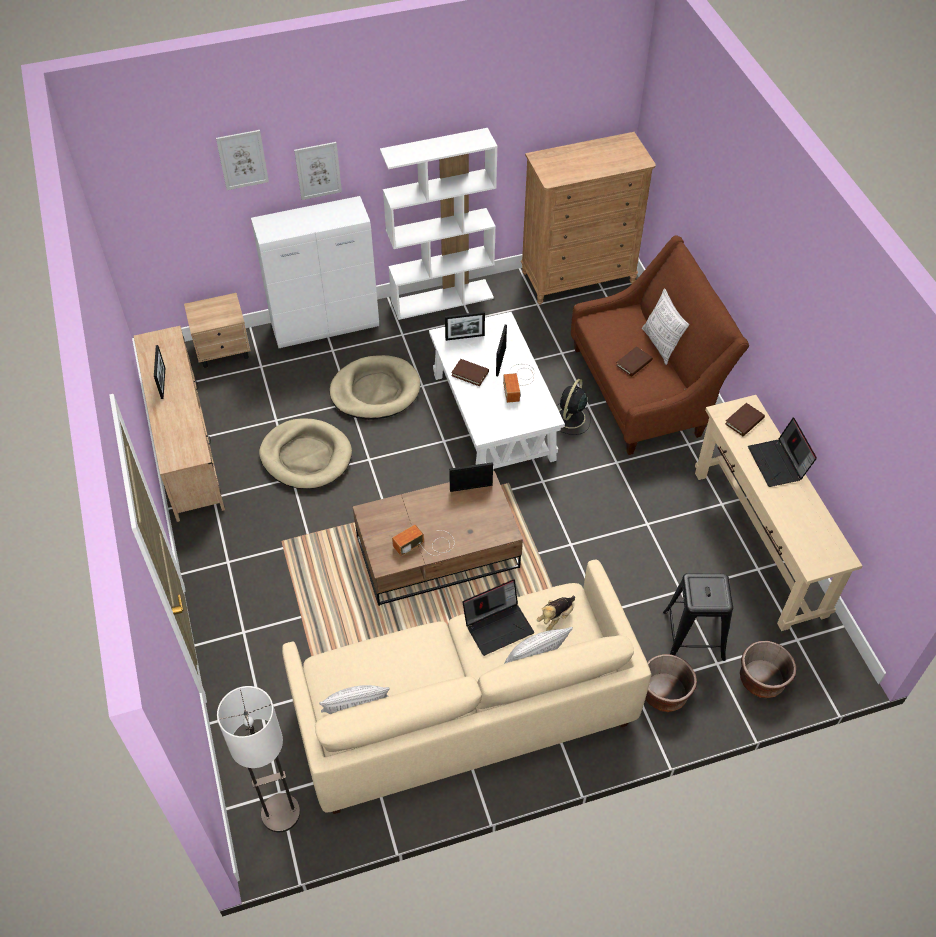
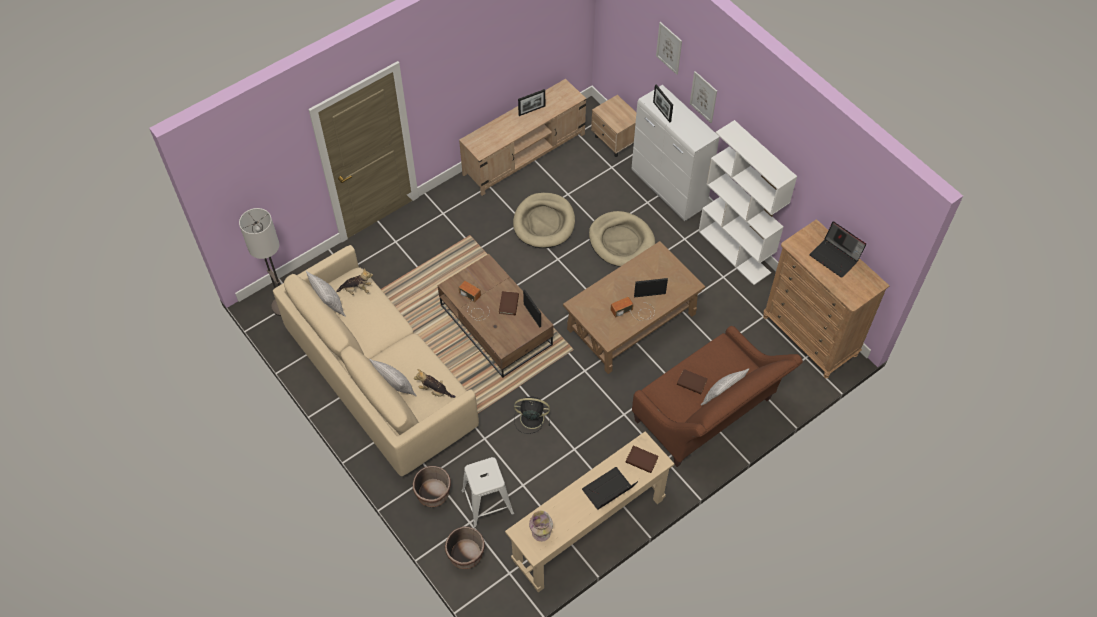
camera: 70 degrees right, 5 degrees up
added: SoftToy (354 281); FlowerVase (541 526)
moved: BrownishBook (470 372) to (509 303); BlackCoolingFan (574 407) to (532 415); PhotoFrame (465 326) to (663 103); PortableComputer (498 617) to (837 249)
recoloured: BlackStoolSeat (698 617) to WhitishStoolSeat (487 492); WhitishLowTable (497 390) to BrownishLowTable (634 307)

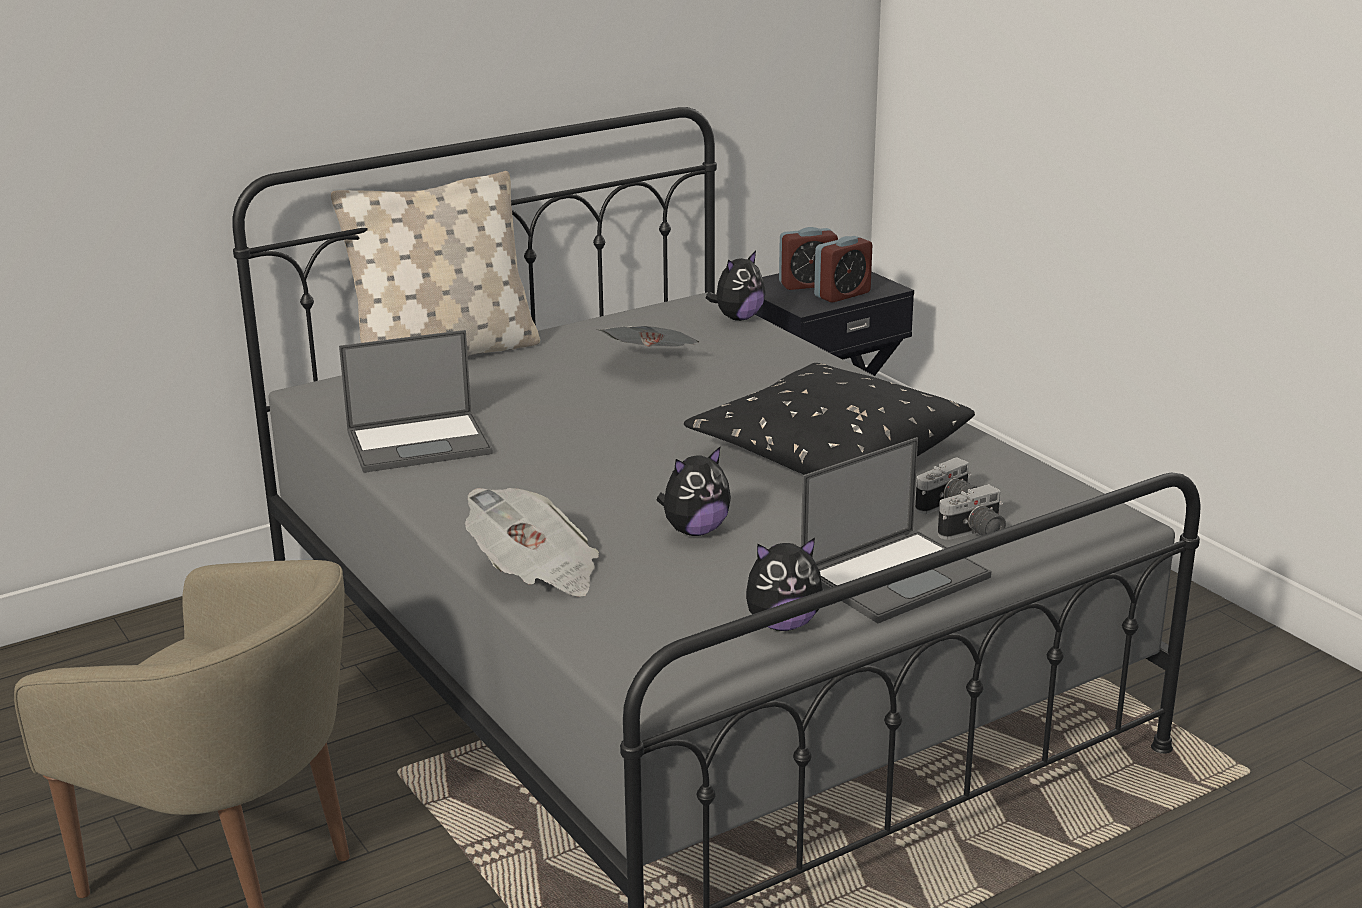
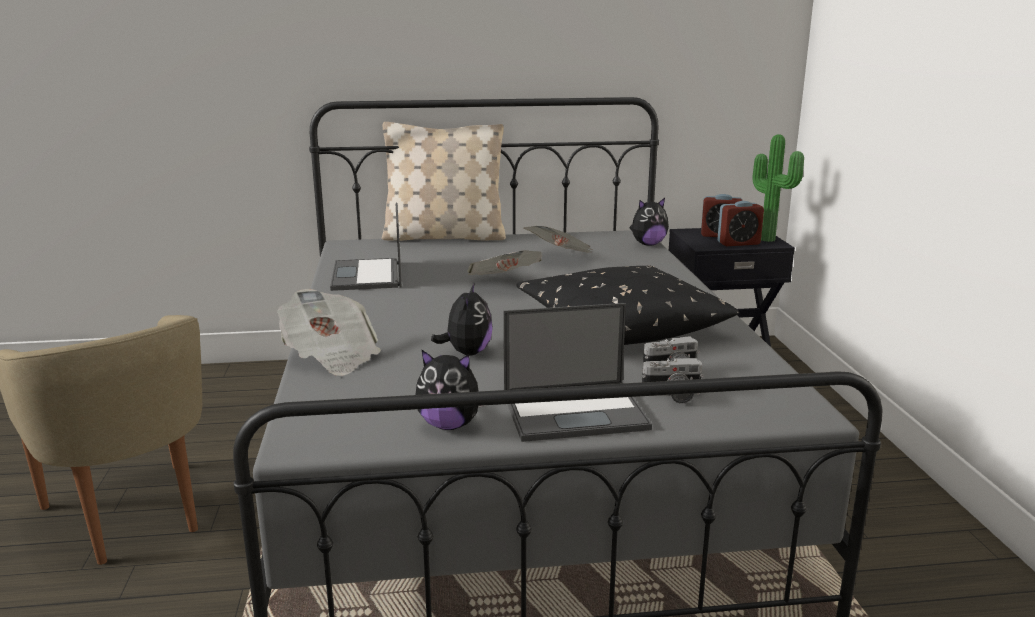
camera: 25 degrees right, 5 degrees down
added: PrintedPaper (504 262); PlantInAPot (778 188)
turned: PortableComputer (416 401) = (366 247) 75 degrees clockwise; SoftToy (694 491) = (461 318) 75 degrees counterclockwise

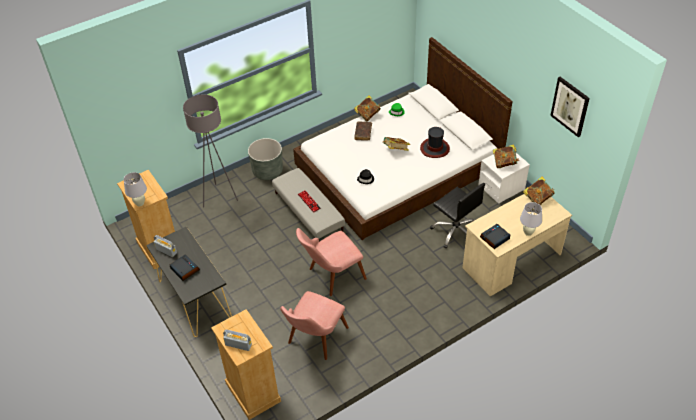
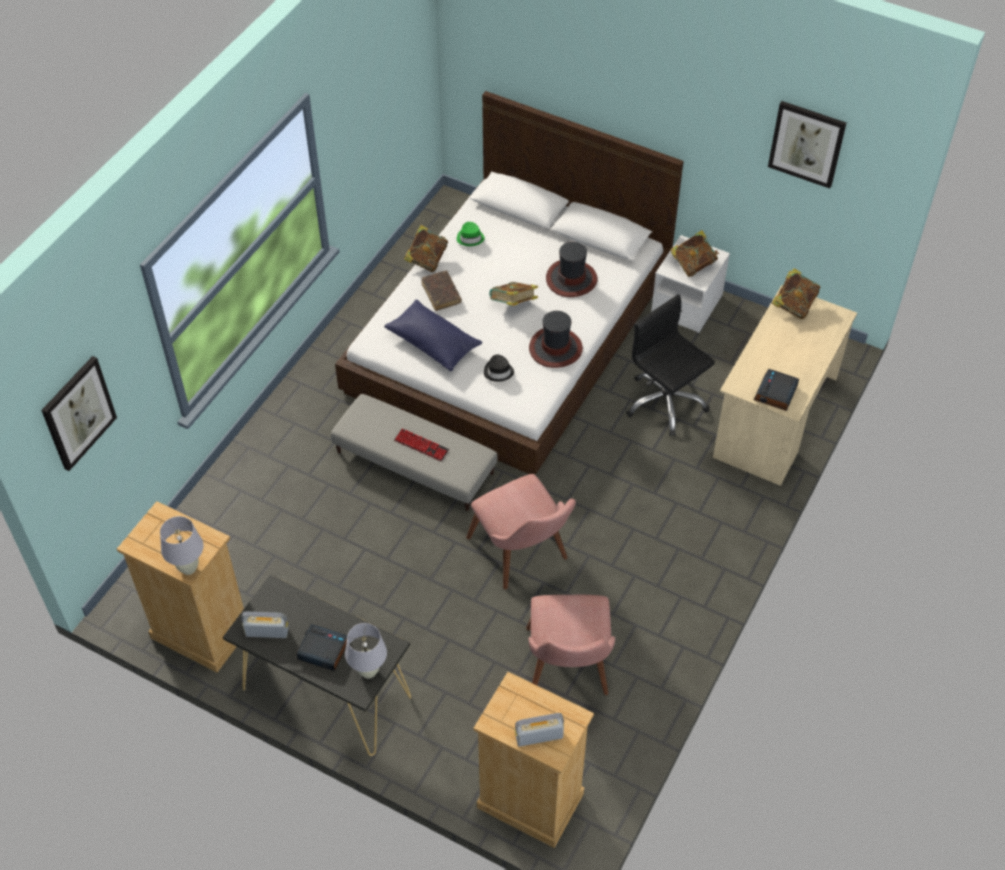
camera: 30 degrees left, 5 degrees up
removed: GrayFloorLamp (210 150); GrayPlanter (265 159)
added: Picture (79 413); BlueColouredPillow (433 335); ClothingHat (556 339)
moved: WhitishTableLamp (531 219) to (366 651)
turned: PinkChair (331 262) = (521 531) 60 degrees counterclockwise; BlackOfficeChair (457 216) = (670 365) 150 degrees counterclockwise

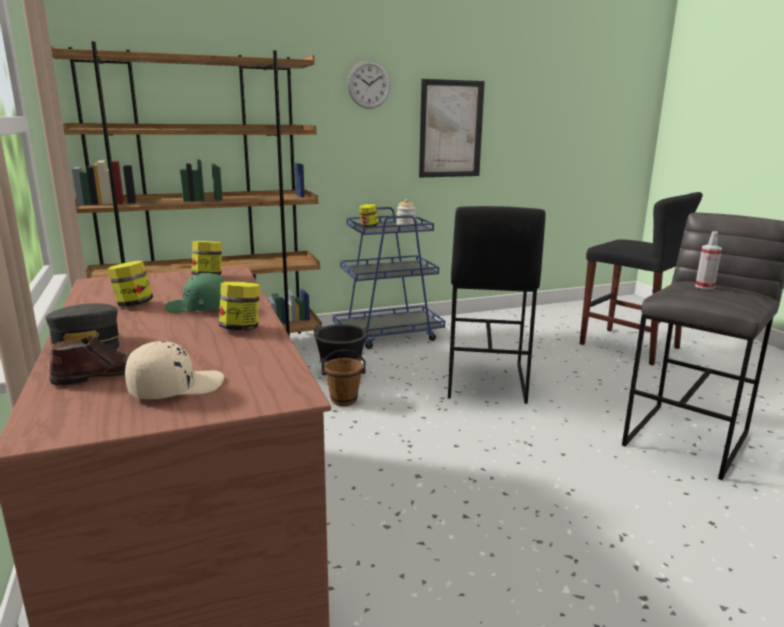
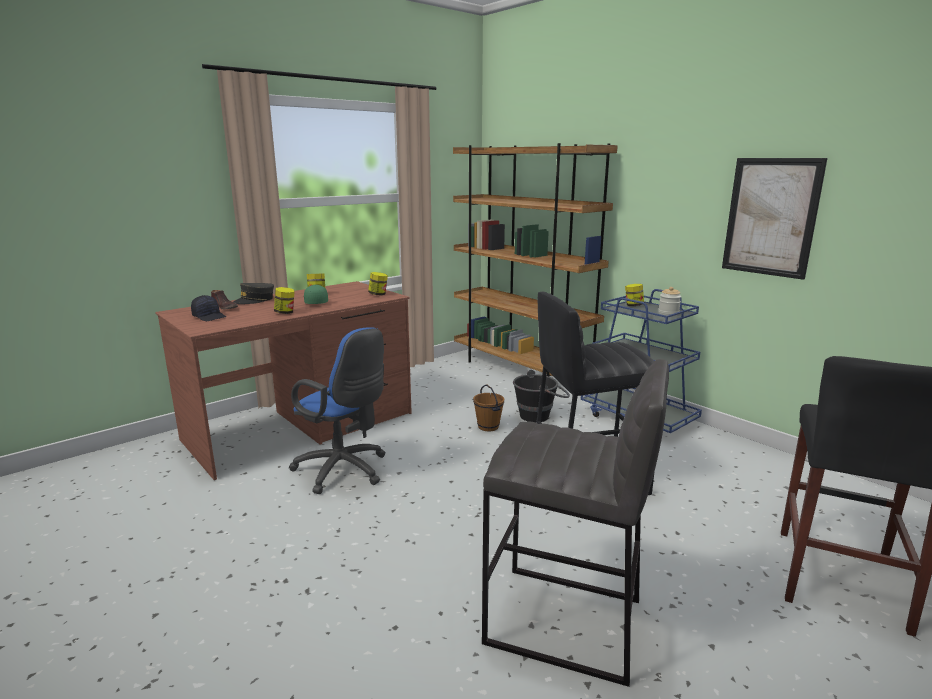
camera: 70 degrees right, 0 degrees up
removed: WallClock (368 84); Sprayer (708 260)
added: BlueColouredOfficeChair (337 410)
recoloured: SandColouredCap (174 370) to BlackCap (208 308)

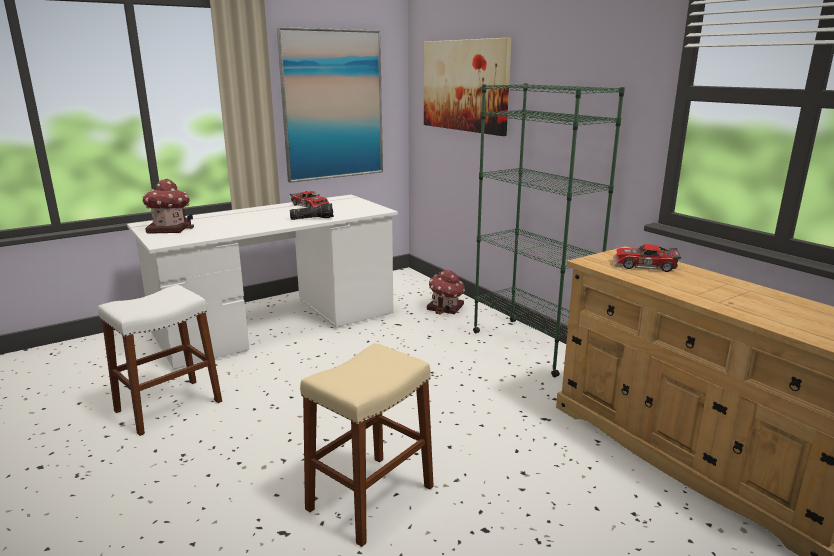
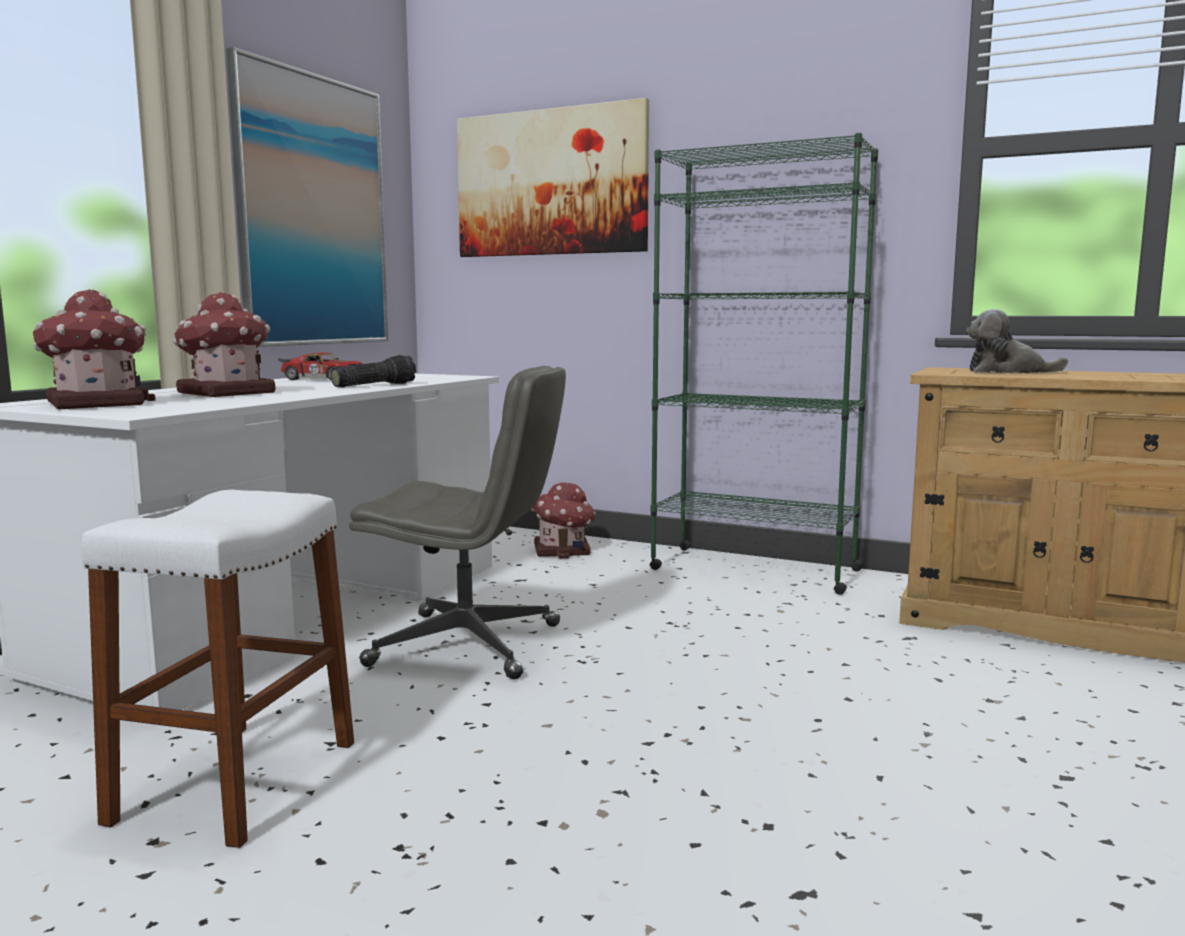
camera: 30 degrees left, 10 degrees down
removed: SandColouredStoolSeat (367 445)
added: MiniatureHouse (224 344); GrayOfficeChair (457 522)
replaced: ToyCar (647 258) to SoftToy (1017 341)

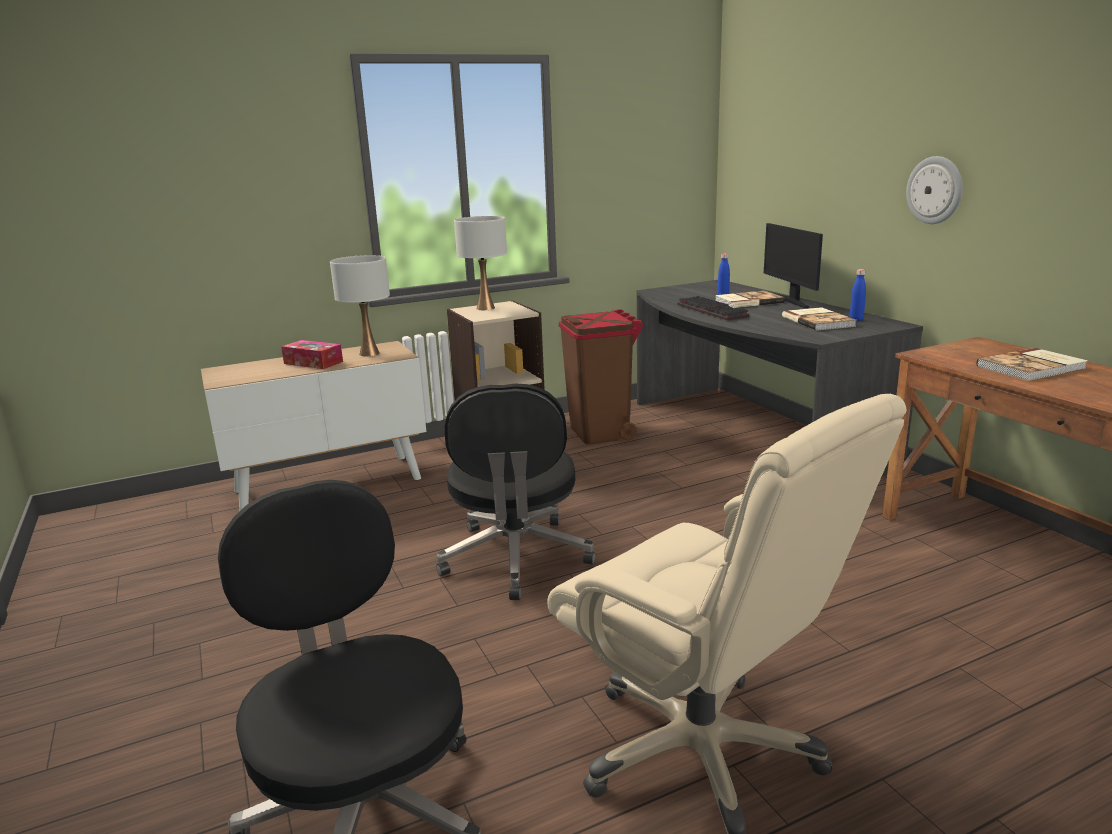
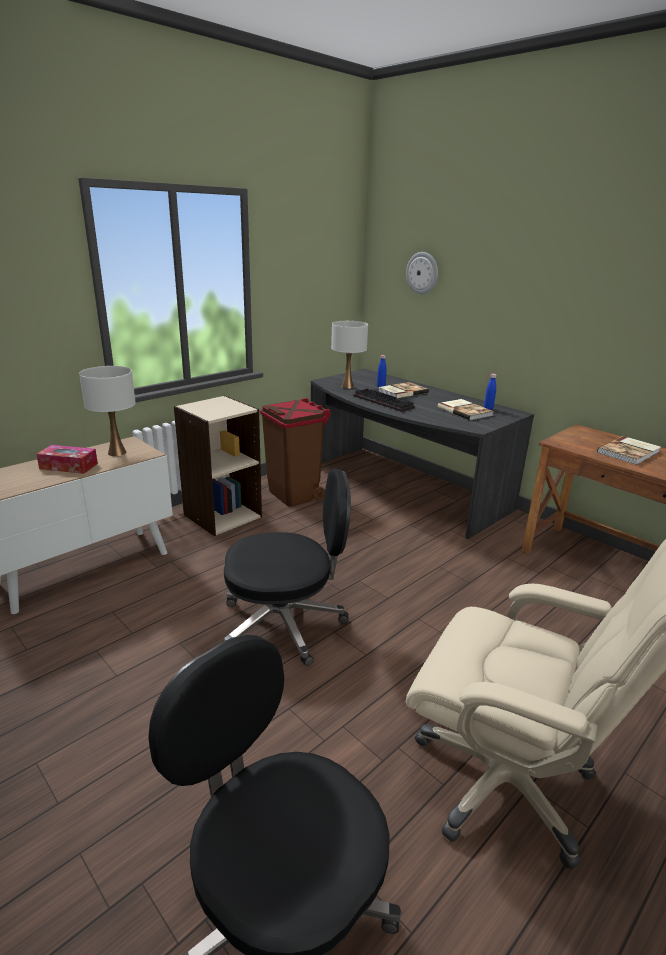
camera: 20 degrees left, 5 degrees up
removed: Monitor (793 265)
moved: WhitishTableLamp (480 263) to (349 355); WallClock (934 190) to (422 273)
turned: BlackOfficeChair (515 491) = (287 567) 75 degrees counterclockwise

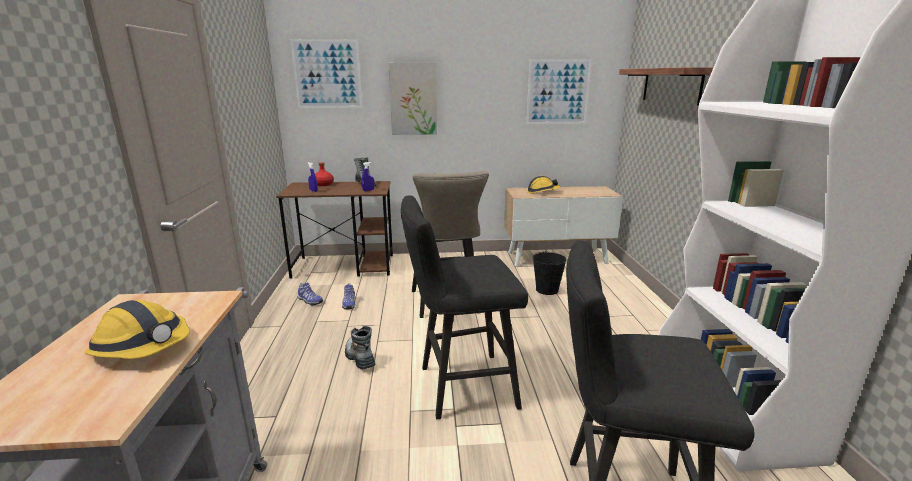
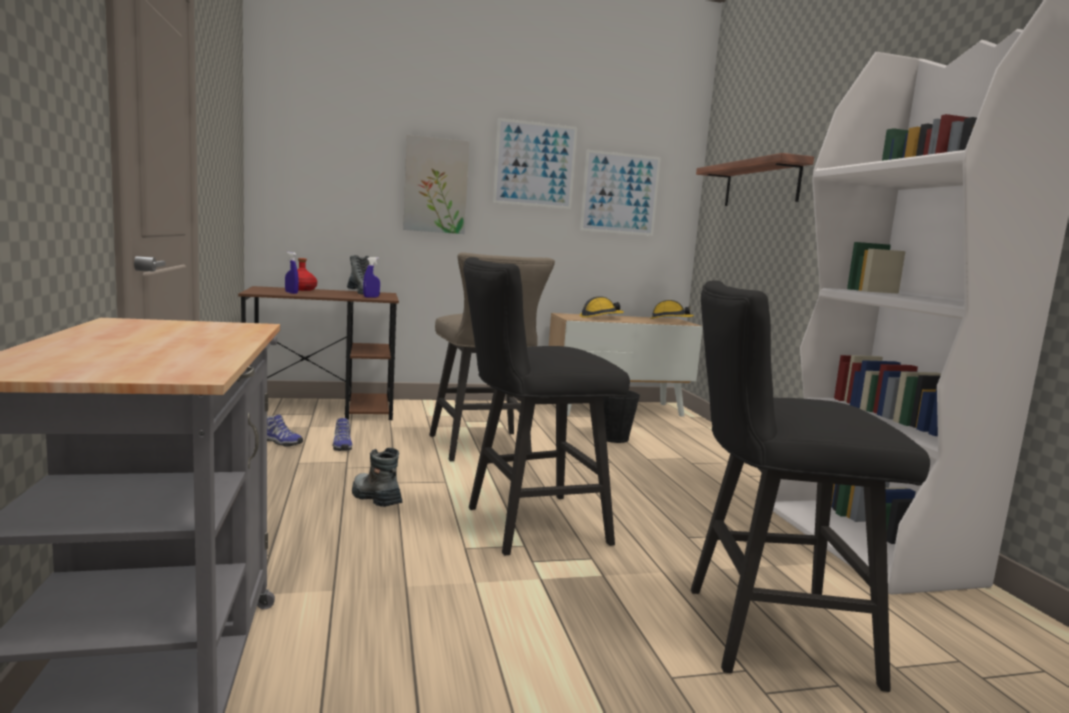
camera: 10 degrees left, 10 degrees down
moved: Picture (326 73) to (535 163); HardHat (137 329) to (672 309)

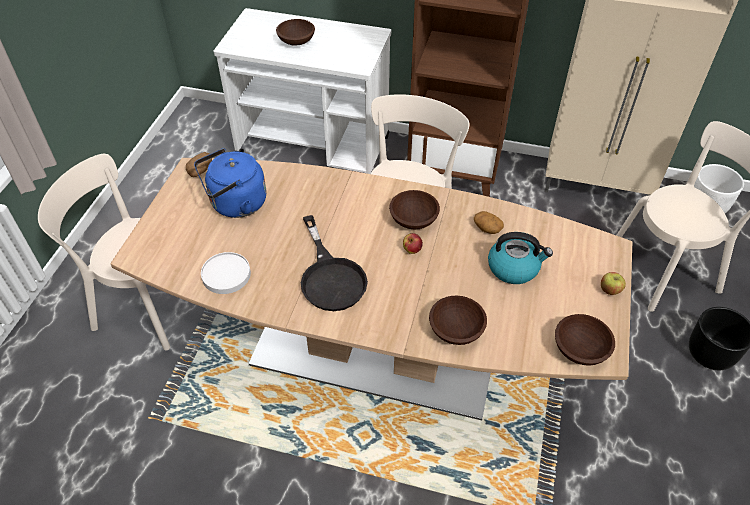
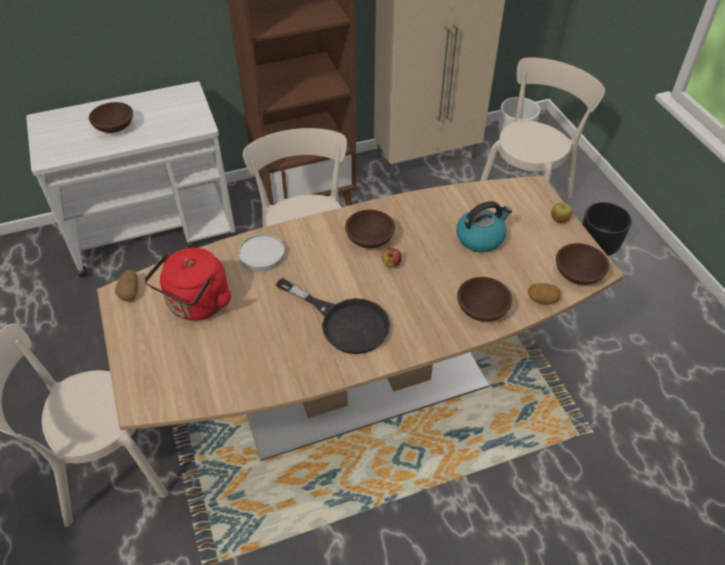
camera: 35 degrees left, 0 degrees up
moved: WhitishPlate (226 273) to (261 253); Potato (489 222) to (544 293)
recoloured: BlueColouredKettle (230 183) to RedKettle (188 284)

